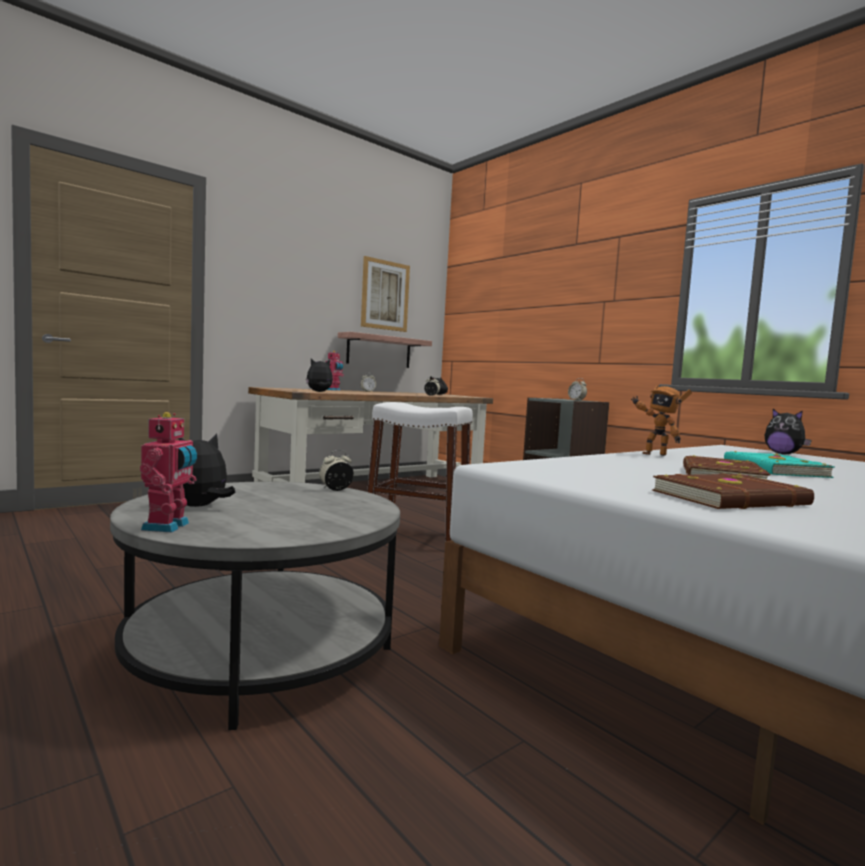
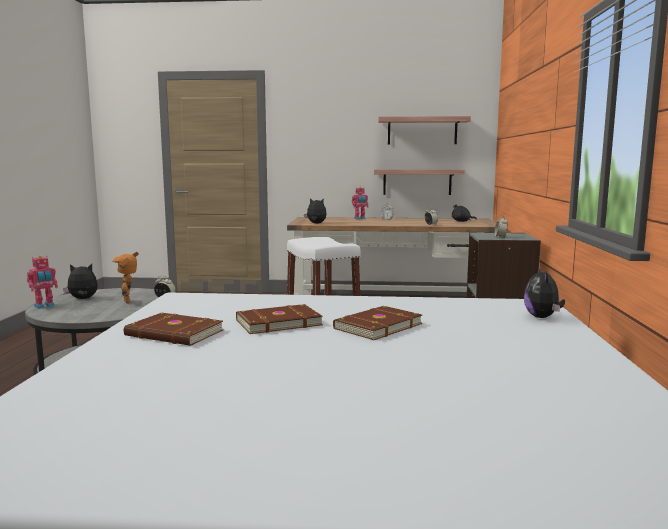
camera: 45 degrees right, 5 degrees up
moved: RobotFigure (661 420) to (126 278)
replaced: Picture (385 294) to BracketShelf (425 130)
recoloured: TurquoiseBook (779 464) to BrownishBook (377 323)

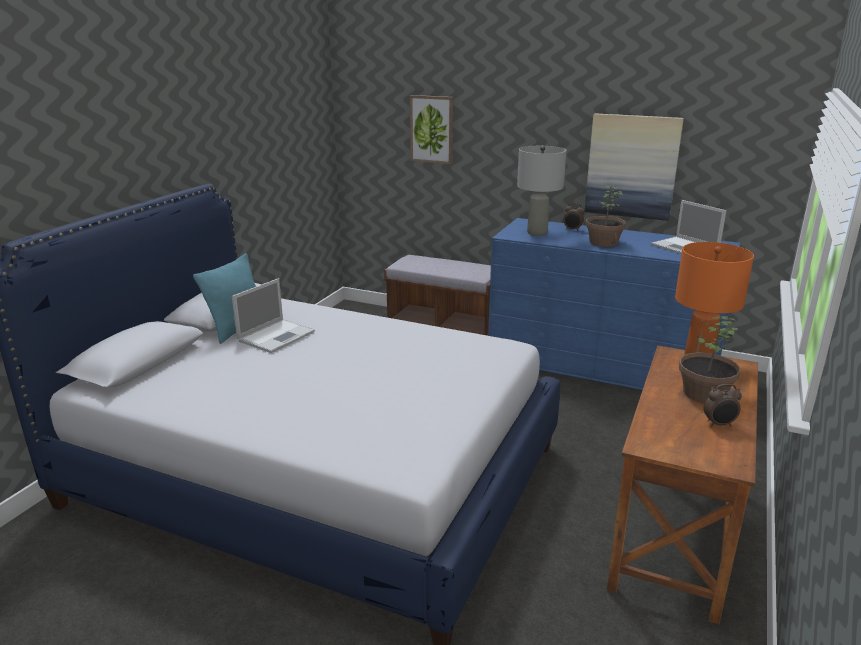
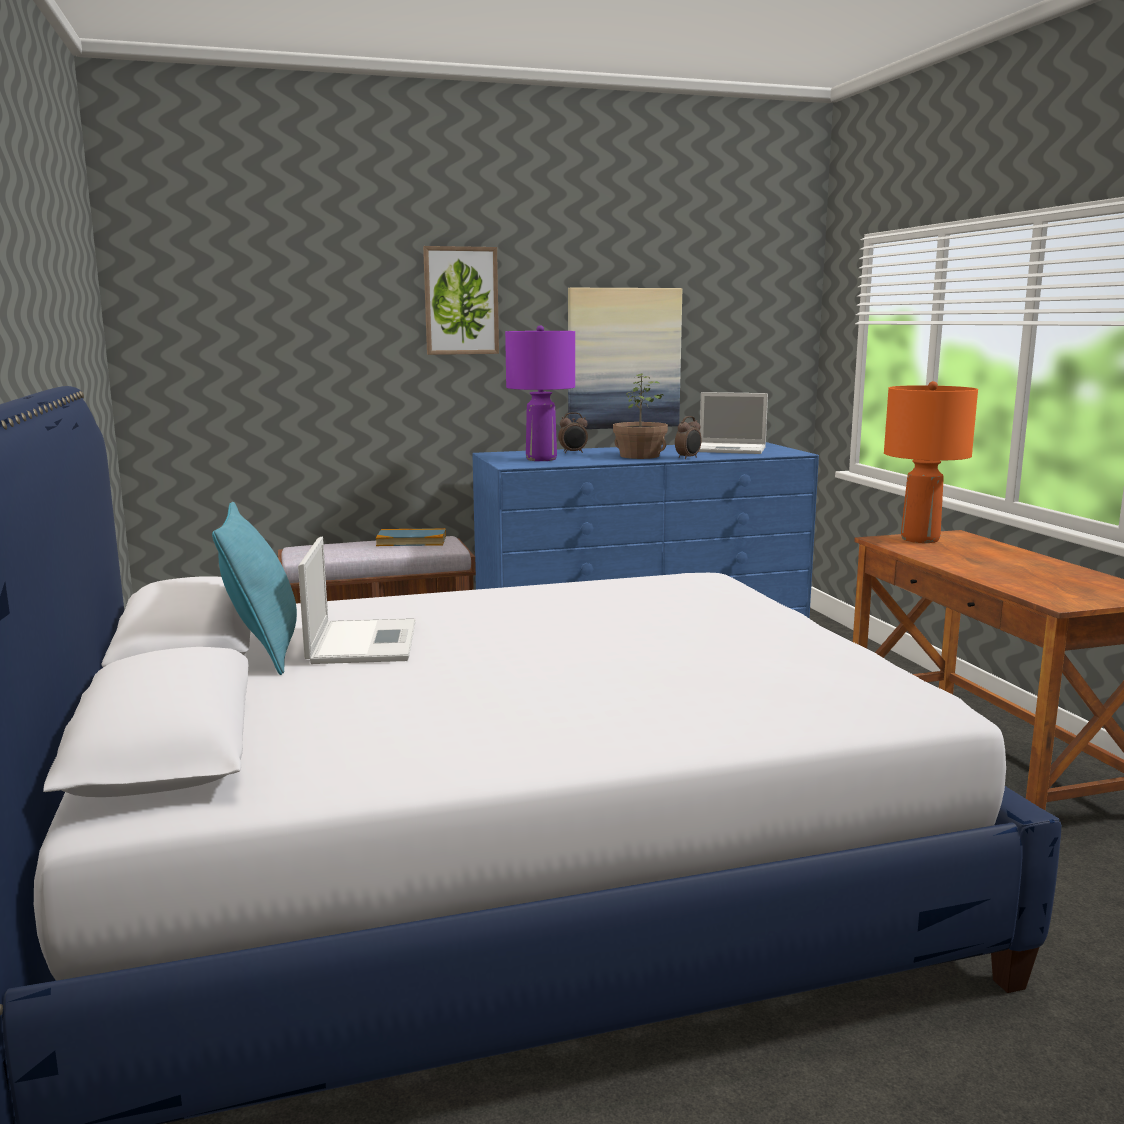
camera: 40 degrees left, 10 degrees down
removed: PlantInAPot (709 359)
added: Book (411 537)
moved: Picture (431 129) to (461 300); AlarmClock (722 405) to (688 437)
recoloured: GrayTableLamp (542 191) to PurpleTableLamp (540 393)

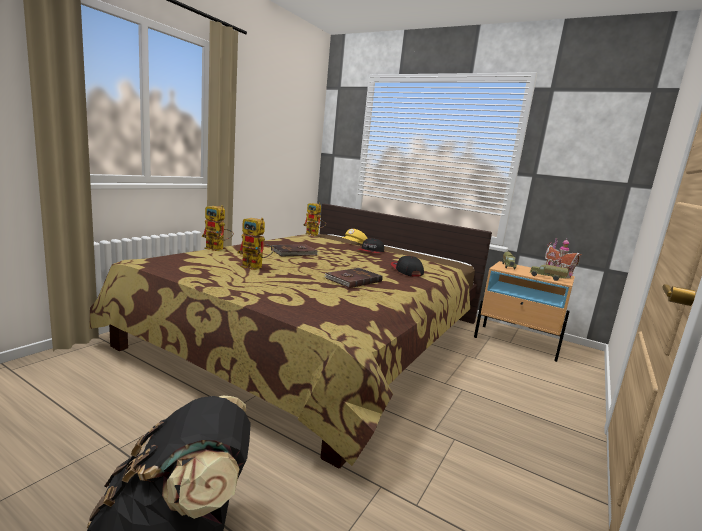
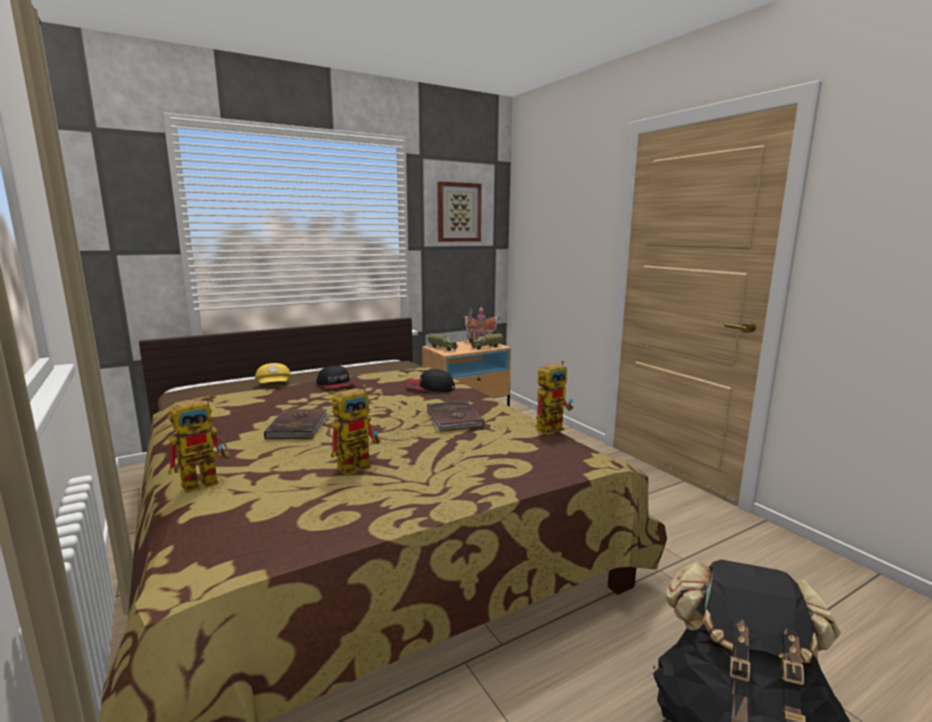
camera: 60 degrees left, 0 degrees up
added: Picture (460 211)
moved: RobotFigure (314 219) to (555 398)

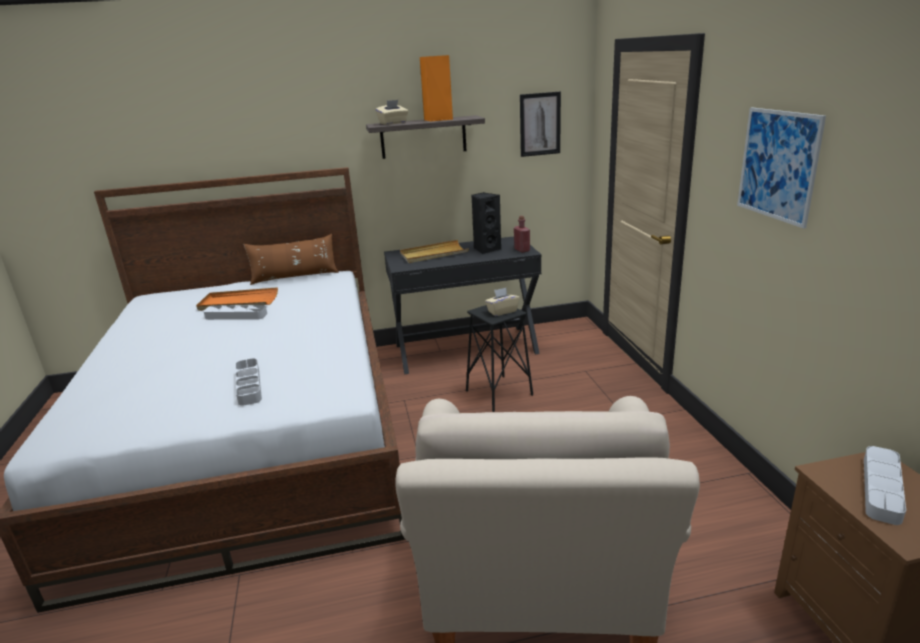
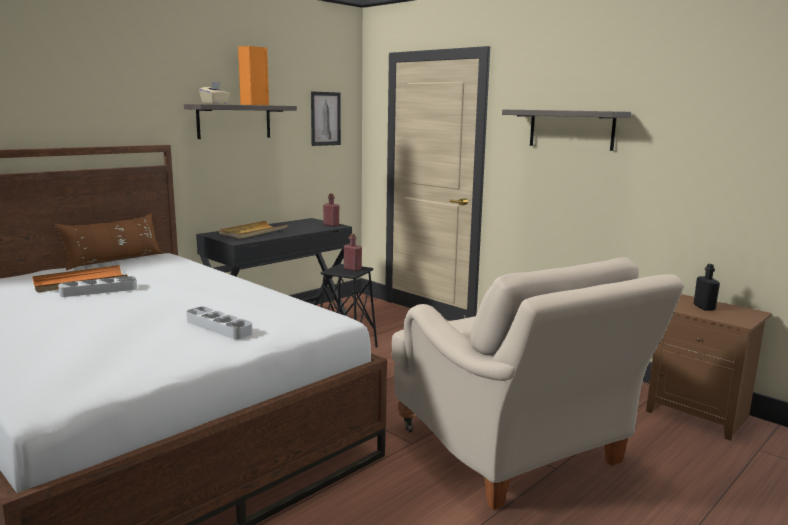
camera: 35 degrees left, 10 degrees down
removed: BlackSpeaker (486 223)
replaced: SandColouredBoxOfTissues (502 302) to RedDrinkBottle (352 252); Picture (781 168) to BracketShelf (566 130); GrayCarryingTray (885 485) to BlackDrinkBottle (707 287)

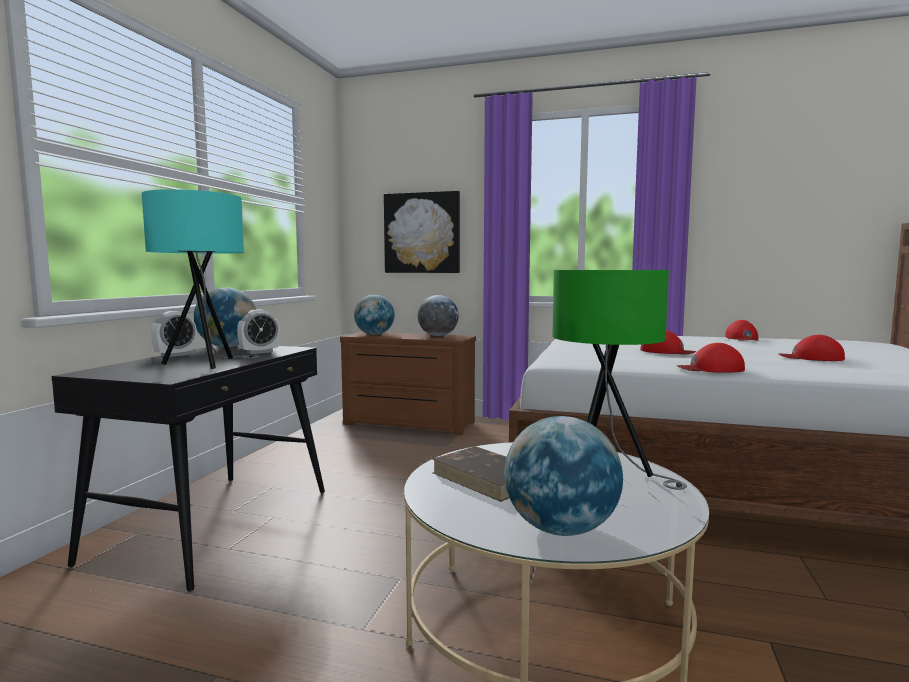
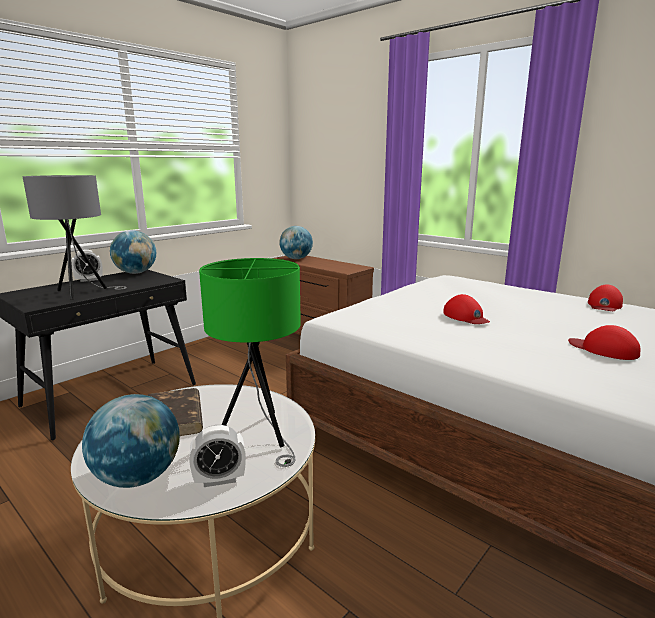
camera: 25 degrees right, 10 degrees up
removed: Picture (422 232); WorldGlobe (438 315); RedCap (711 358)
moved: AlarmClock (258 332) to (217 456)
recoloured: TurquoiseTableLamp (200 279) to GrayTableLamp (75 237)

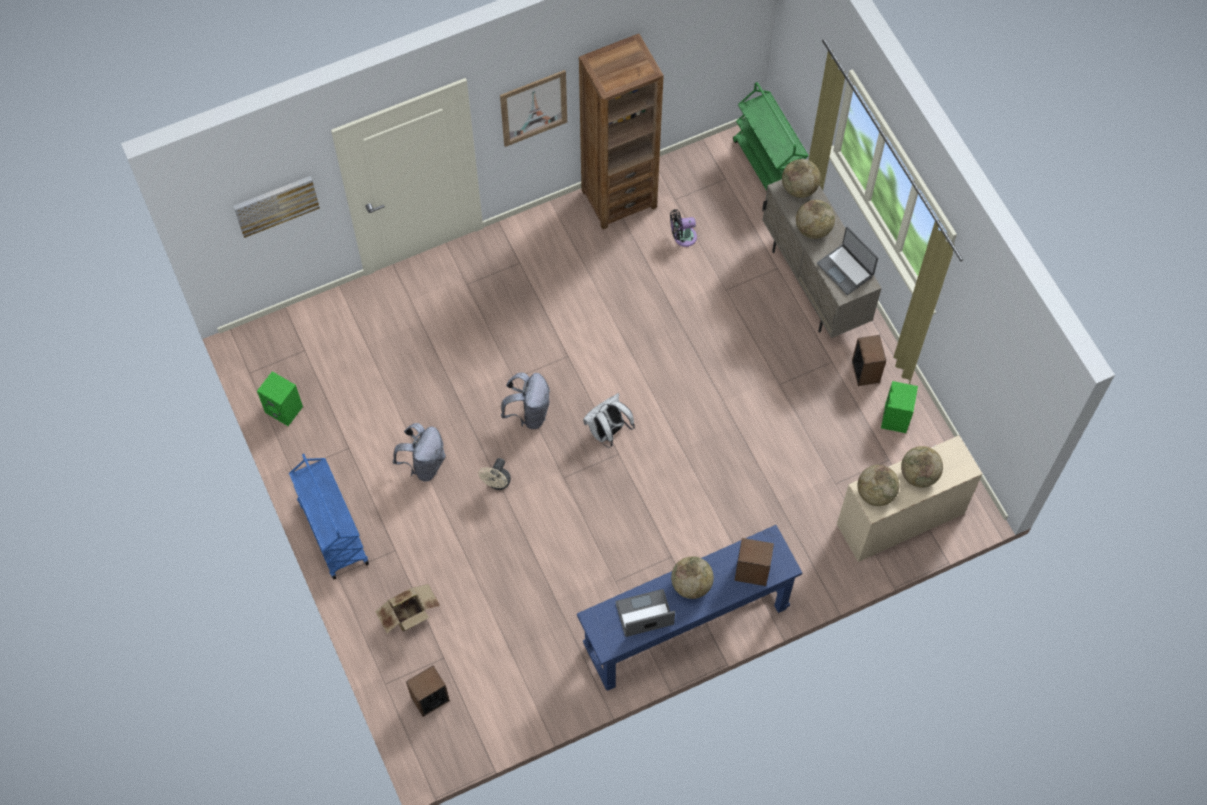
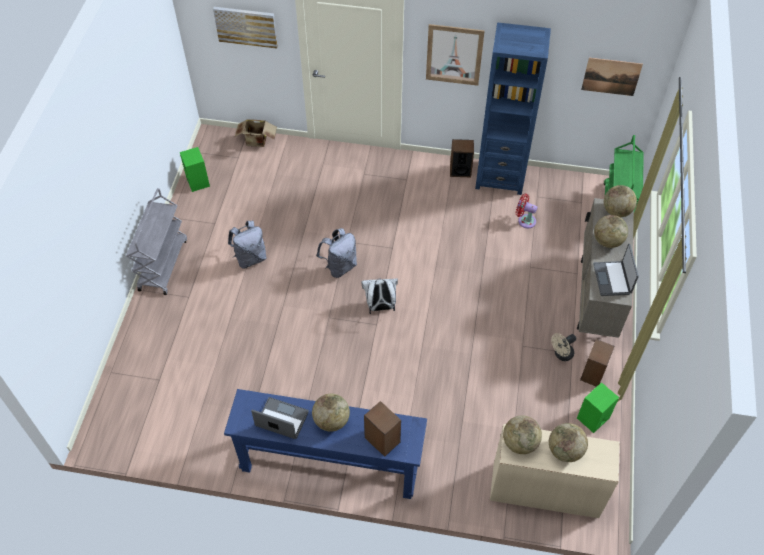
camera: 35 degrees right, 10 degrees down
added: Picture (612 77)
moved: PackingBox (407 608) to (256 133); Speaker (428 691) to (462 158); SandColouredCoolingFan (494 474) to (563 347)
recoloured: BlueColouredCart (329 516) to GrayCart (156 241); BrownishBookshelf (621 131) to BlueColouredBookshelf (513 108); BlackCoolingFan (683 228) to RedCoolingFan (527 211)

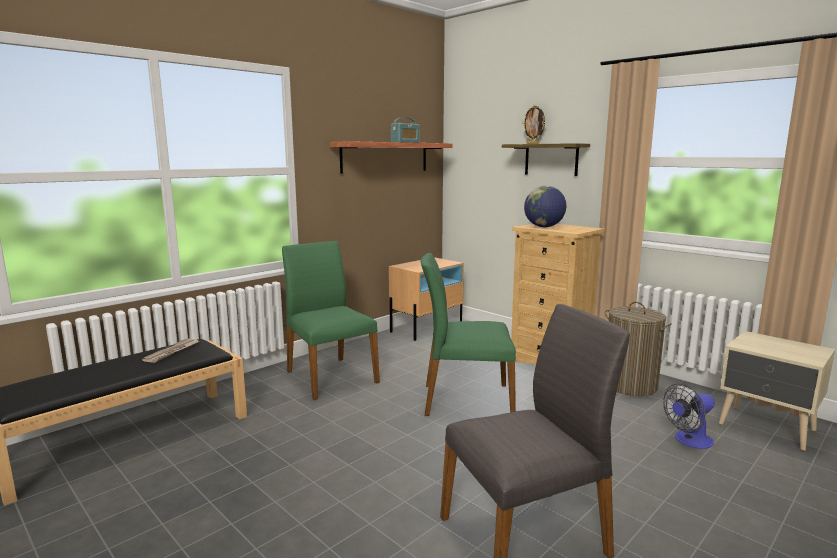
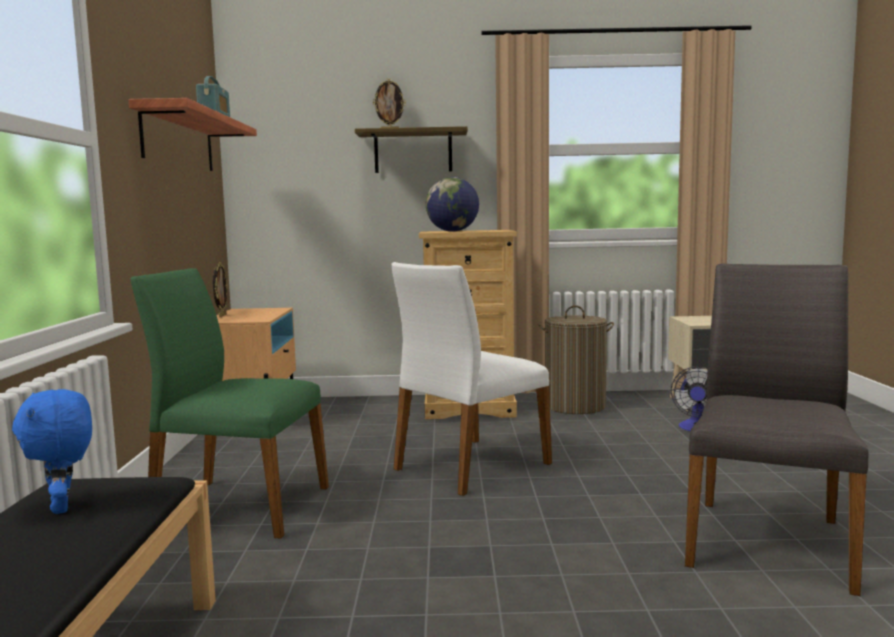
camera: 45 degrees left, 5 degrees down
added: PhotoFrame (220 289)
replaced: PrintedPaper (170 351) to BlueColouredSoftToy (52 451)
recoloured: GreenChair (468 334) to WhitishChair (471 379)

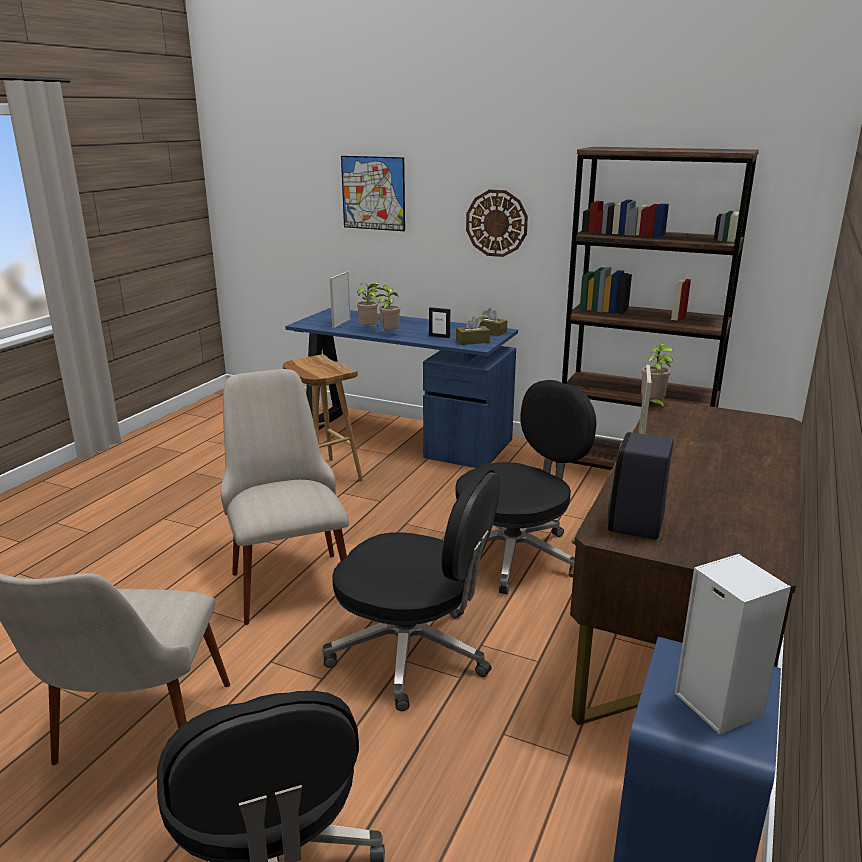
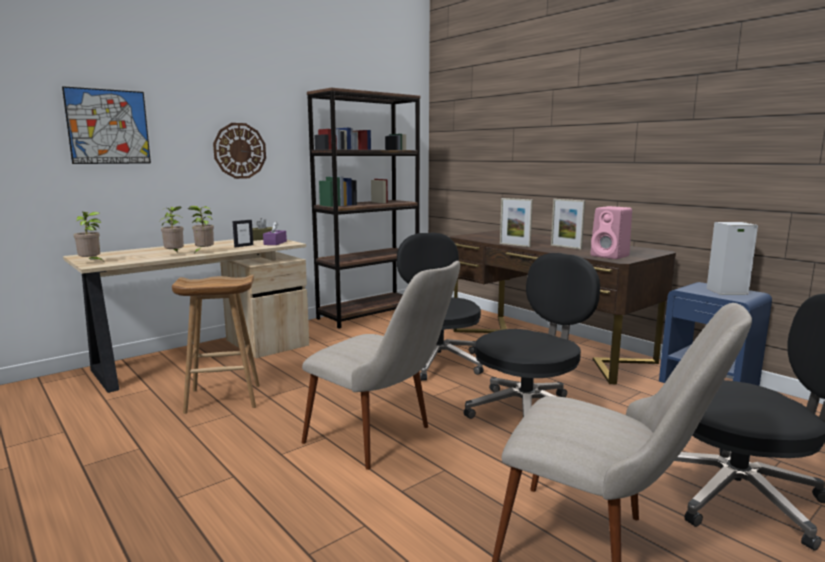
camera: 65 degrees left, 10 degrees down
moved: PlantInAPot (657 375) to (89 236); PhotoFrame (340 300) to (568 224)
recoloured: BlueColouredDeskTable (401 388) to SandColouredDeskTable (186 316); BrownishBoxOfTissues (473 330) to PurpleBoxOfTissues (275 233); BlackSpeaker (641 485) to PinkSpeaker (611 232)
turned: SandColouredChair (285 497) = (381 365) 150 degrees counterclockwise

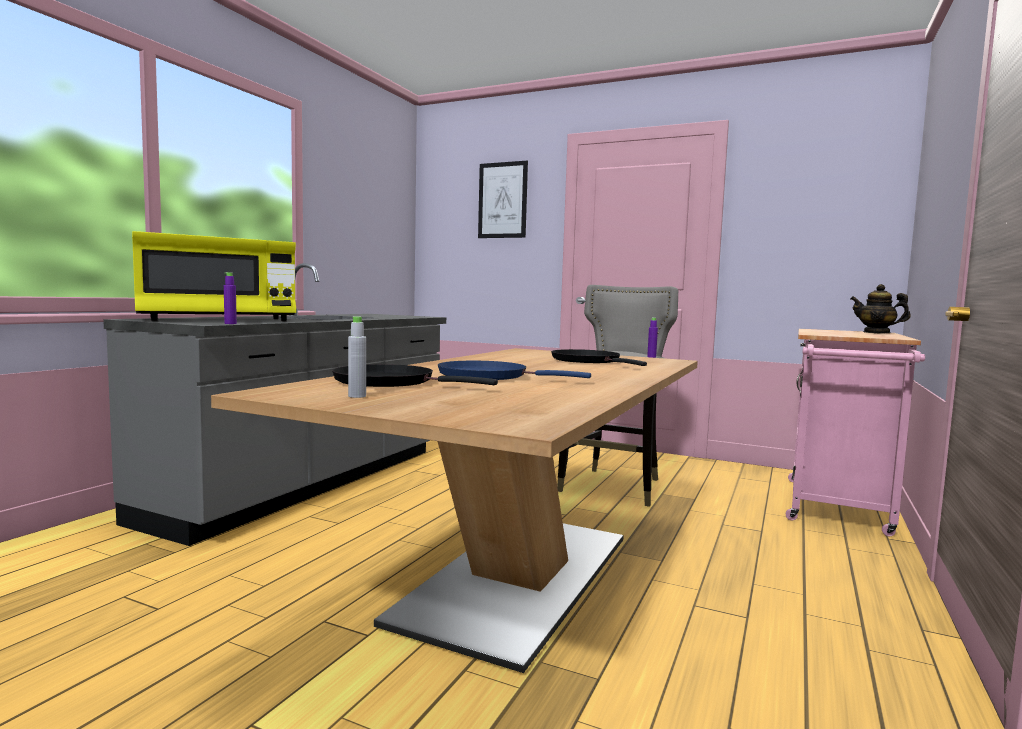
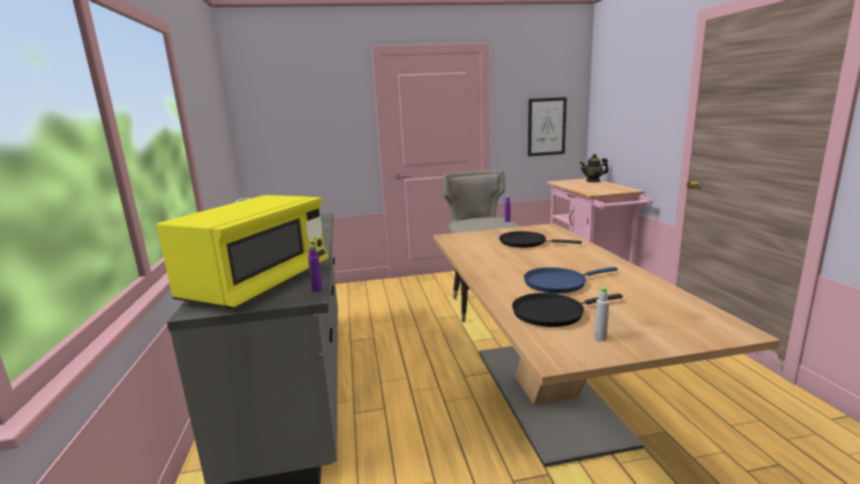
camera: 35 degrees left, 10 degrees up
moved: Picture (503 199) to (547 126)

